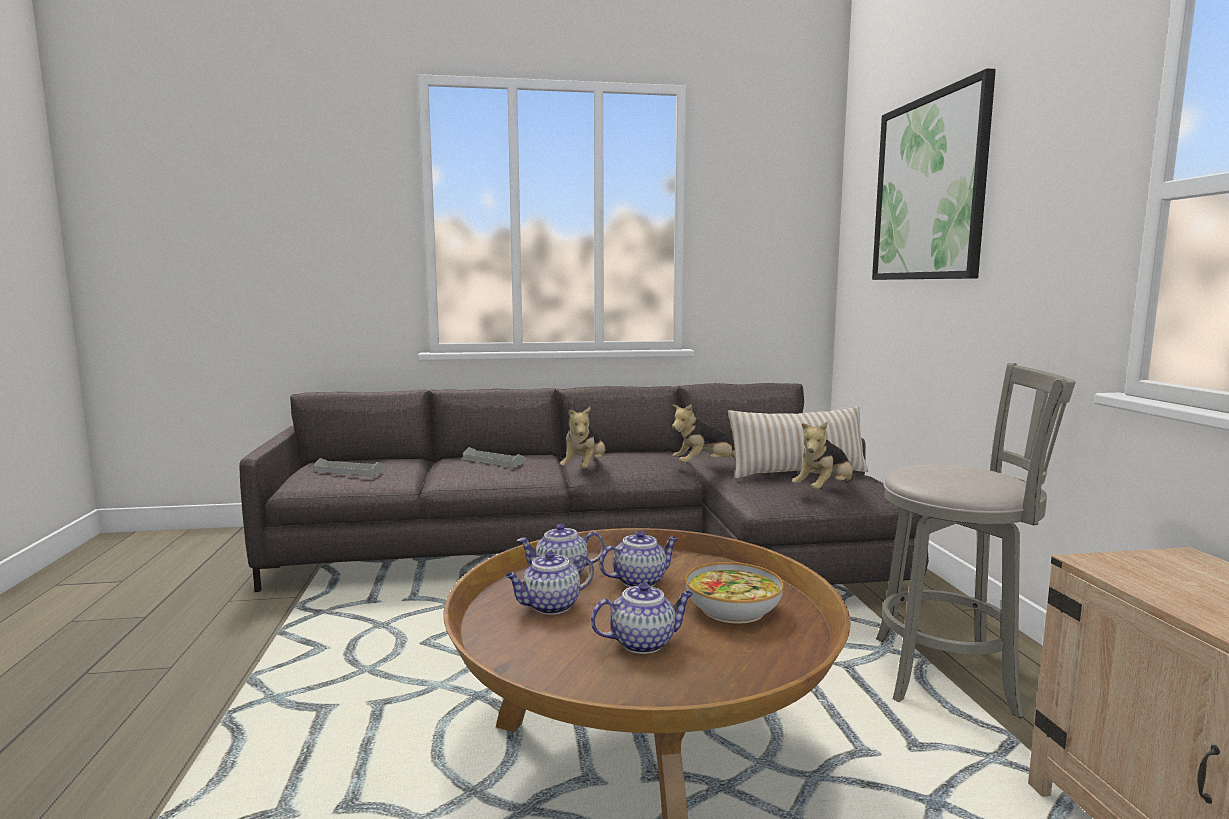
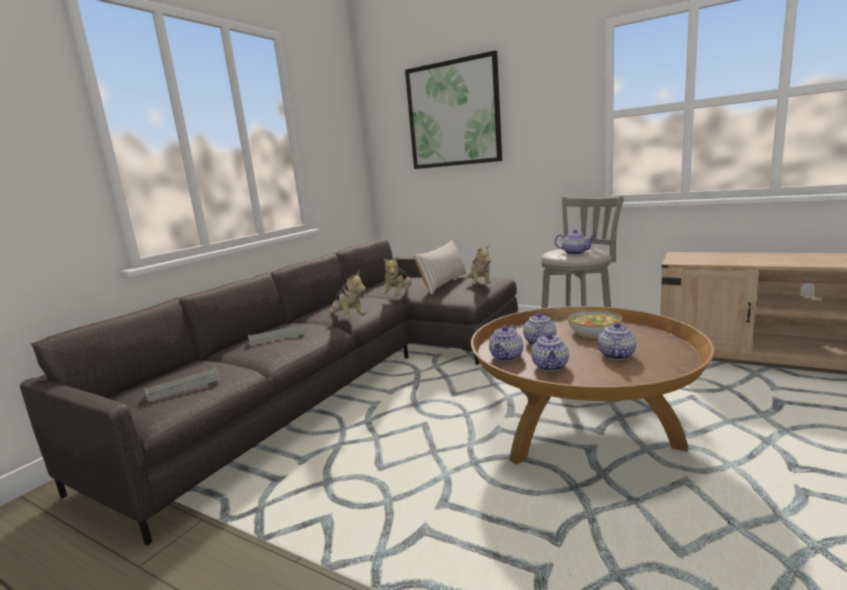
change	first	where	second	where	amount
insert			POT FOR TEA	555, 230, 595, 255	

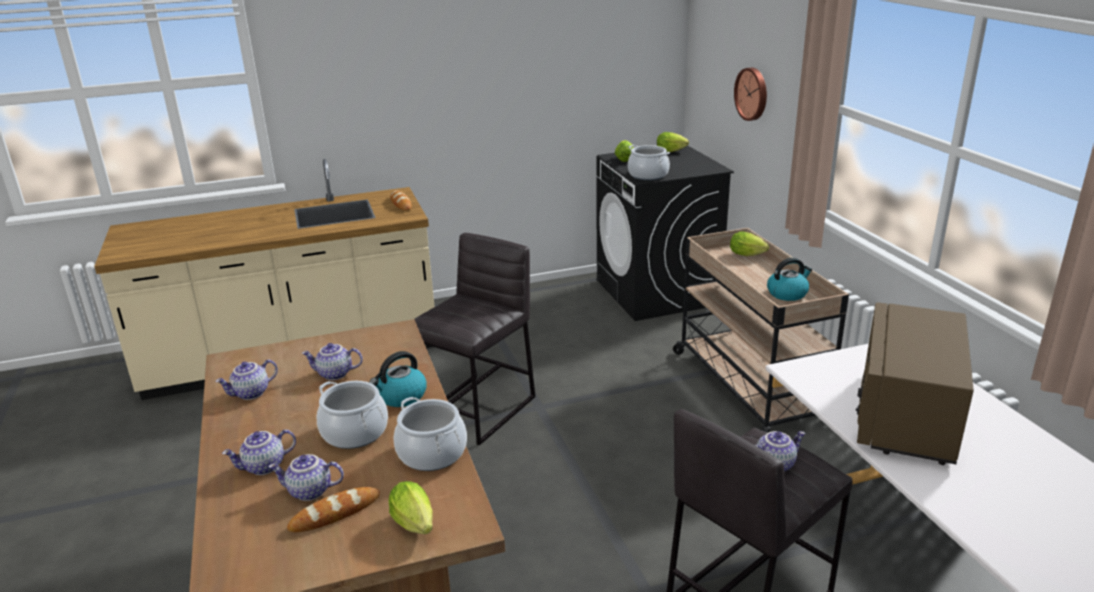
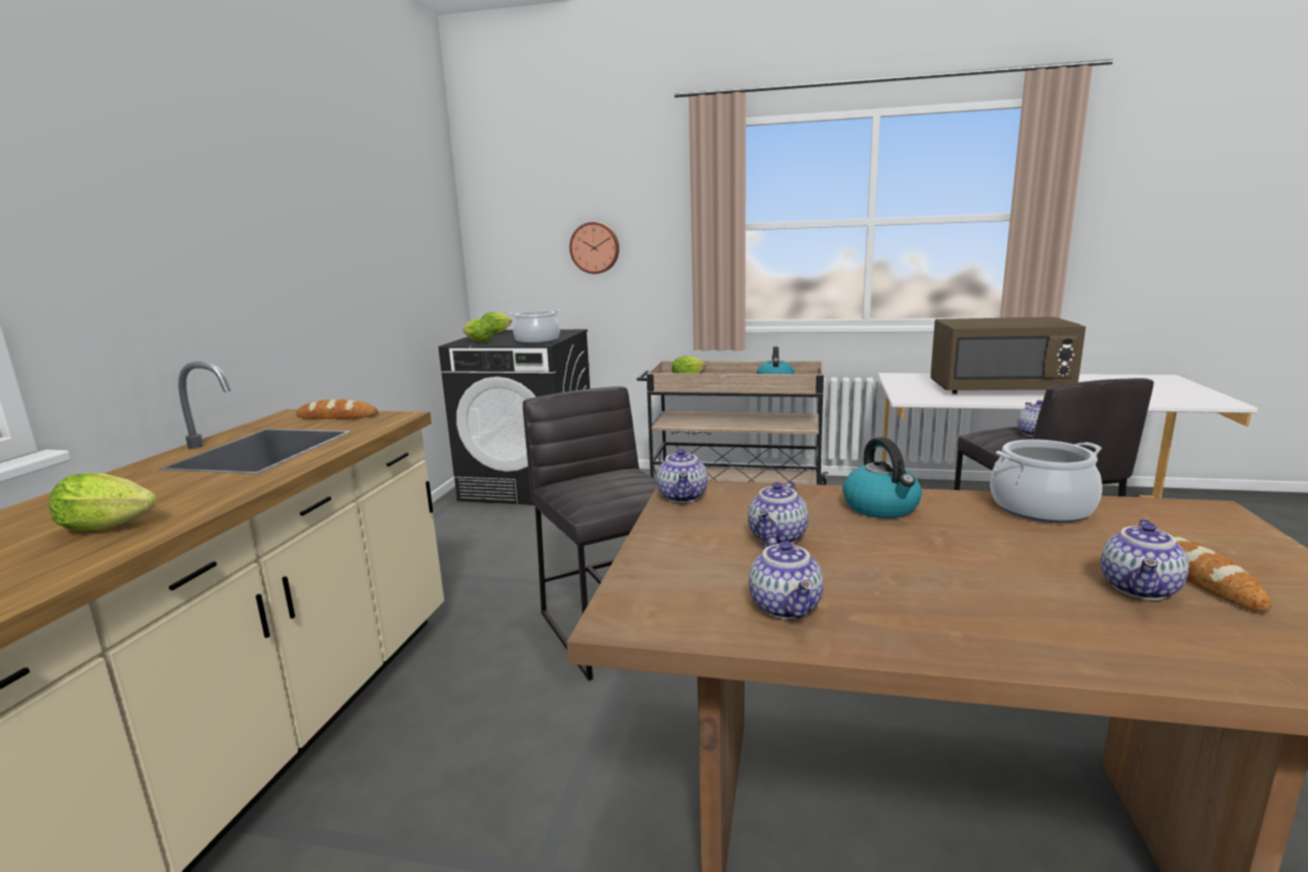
change	first	where	second	where	amount
move	LETTUCE HEAD	389, 481, 433, 534		49, 473, 157, 531	
move	POT FOR TEA	222, 430, 296, 475		657, 448, 708, 503	
rotate	BROWNISH KITCHEN MICROWAVE	856, 302, 974, 465		931, 317, 1086, 394	45 degrees counterclockwise
delete	STOCKPOT	317, 381, 388, 449			

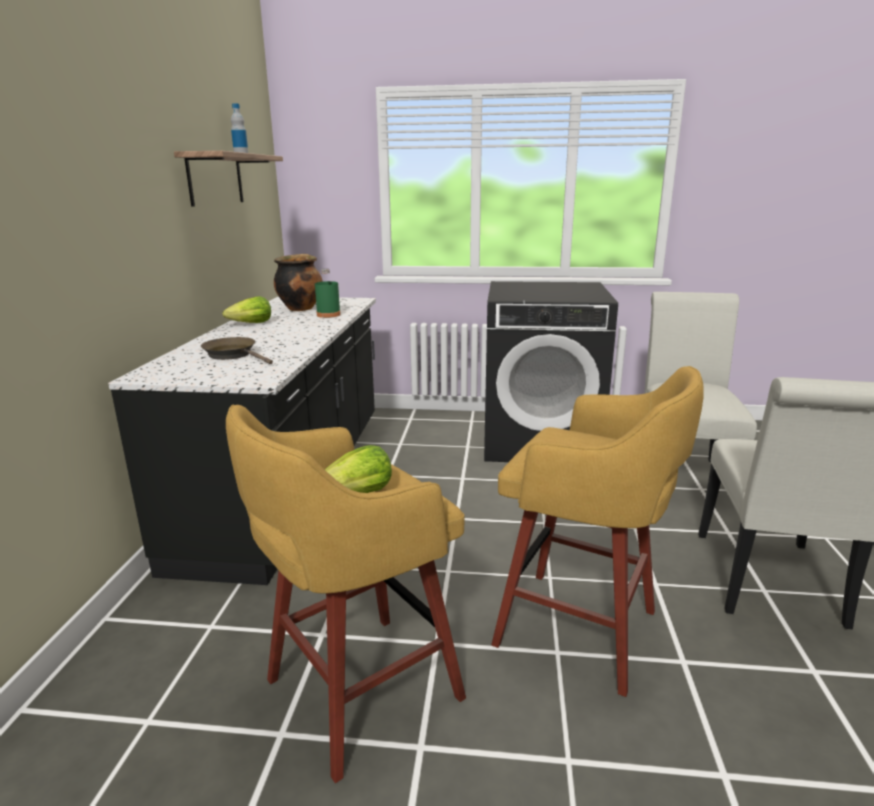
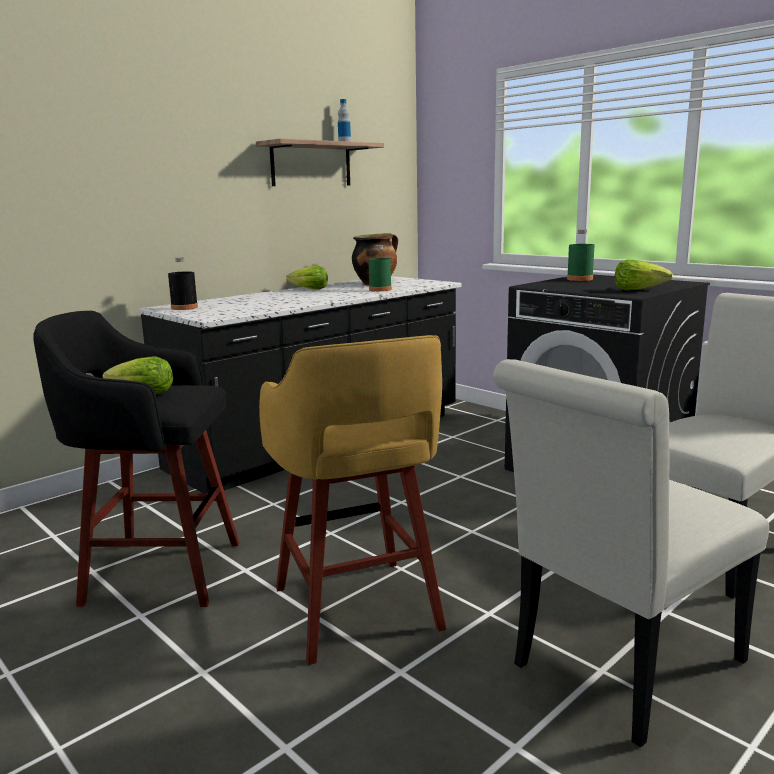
change	first	where	second	where	amount
recolor	YELLOWISH STOOL SEAT	226, 405, 466, 783	BLACK-COLOURED STOOL SEAT	34, 311, 239, 607	
insert			BLACK-COLOURED DRINK BOTTLE	168, 257, 198, 310	
insert			GREENISH DRINK BOTTLE	567, 229, 595, 281	
insert			LETTUCE HEAD	615, 260, 673, 290	
delete	BROWNISH FRYING PAN	201, 337, 273, 364			

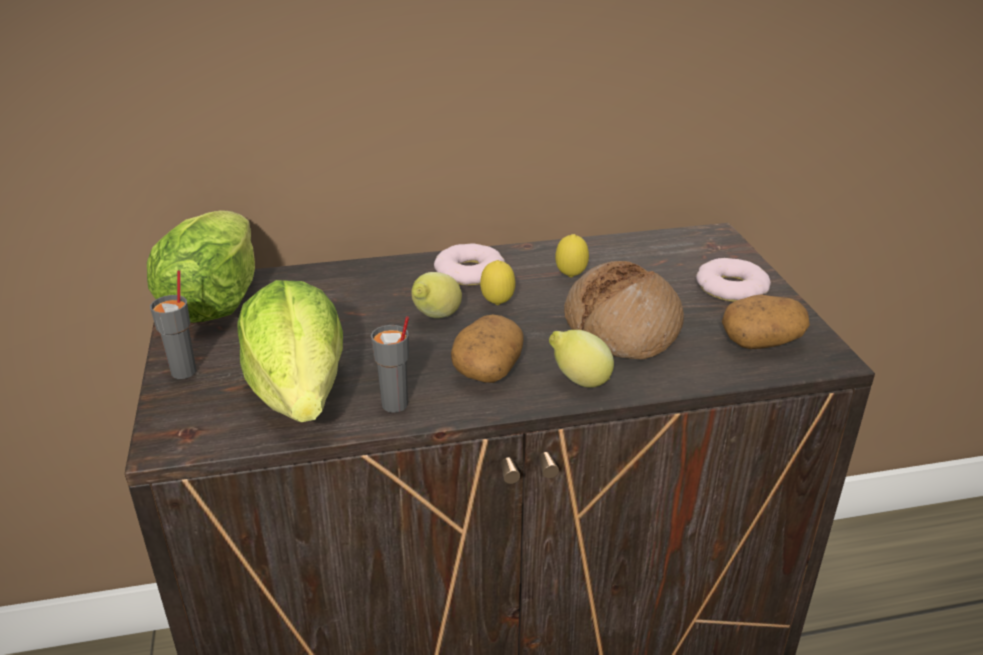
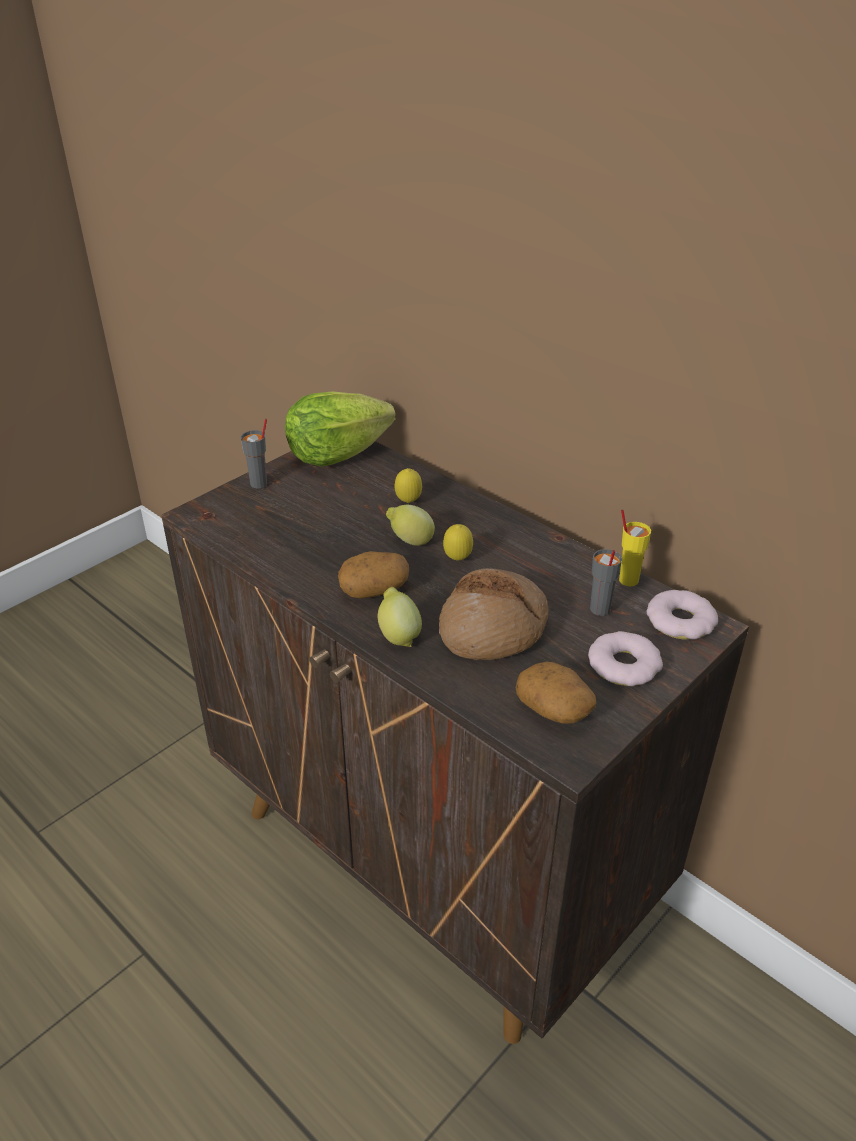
change	first	where	second	where	amount
move	CITRUS FRUIT	555, 234, 589, 278		395, 468, 422, 503	
move	GRAY DRINKING CUP	371, 316, 409, 413		590, 549, 622, 616	
insert			YELLOWISH DRINKING CUP	619, 510, 651, 586	
move	DOUGHNUT	434, 243, 505, 286		647, 590, 718, 640	
delete	LETTUCE HEAD	238, 280, 343, 422			

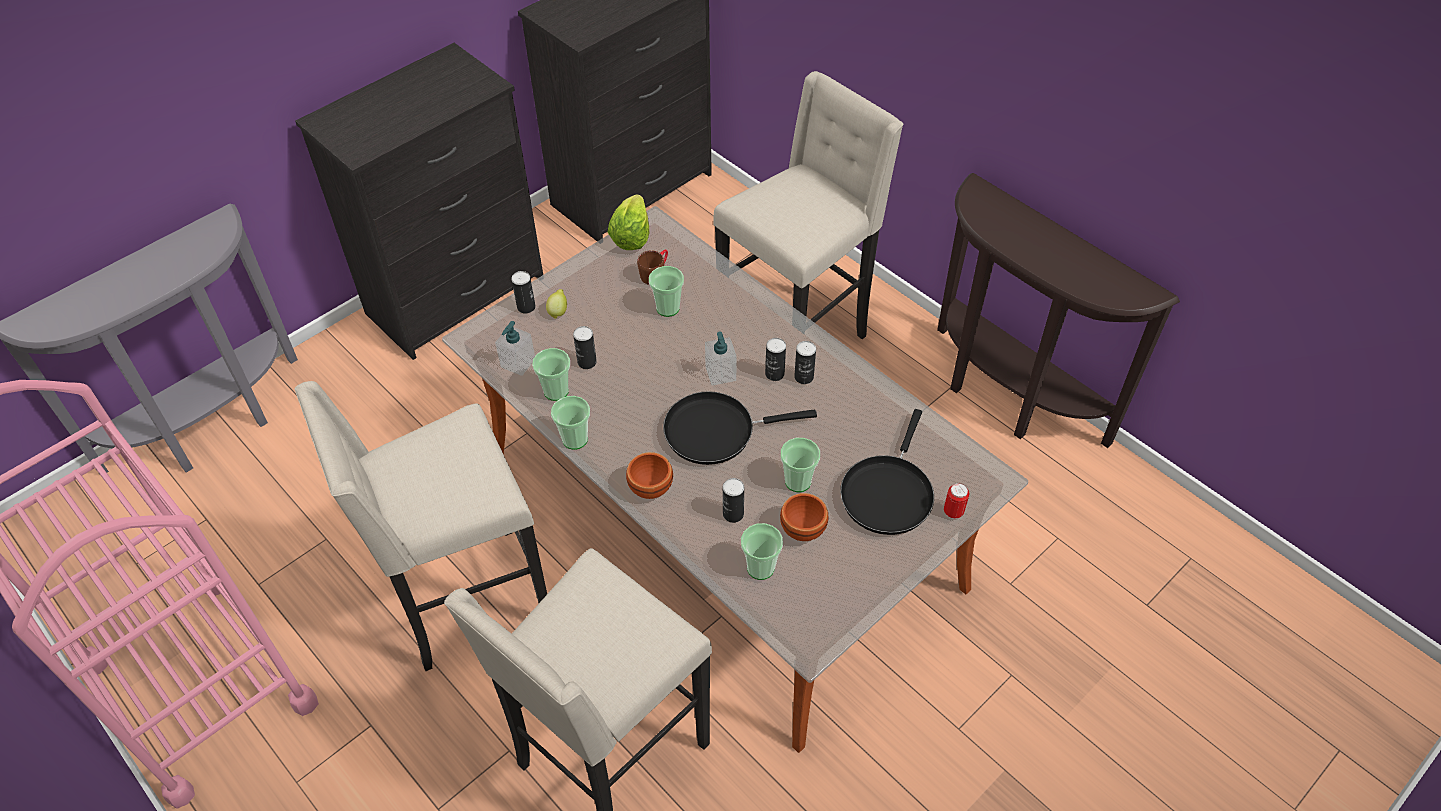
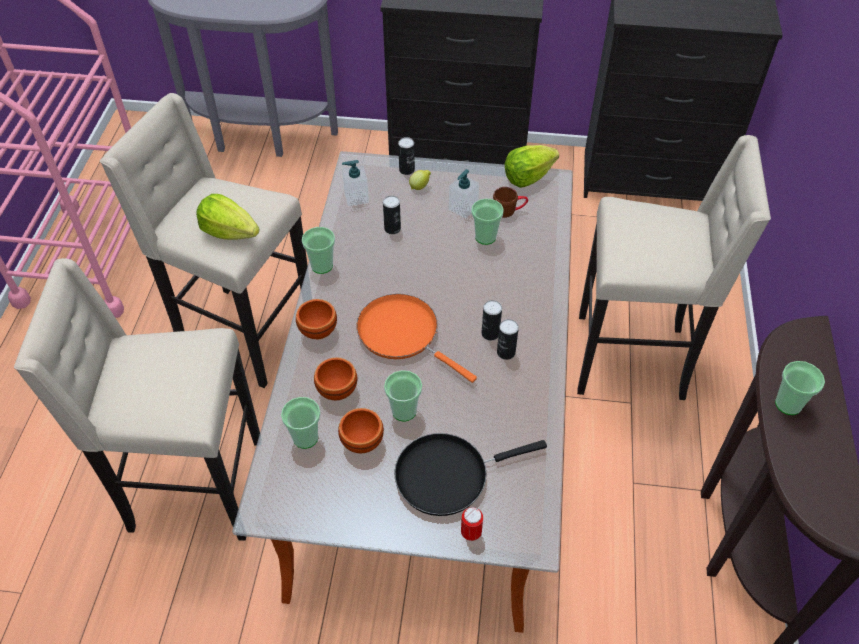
change	first	where	second	where	amount
insert			LETTUCE HEAD	196, 194, 260, 240	
replace	SEALED CAN	723, 478, 744, 523	BROWNISH BOWL	314, 357, 357, 400	
recolor	BLACK-COLOURED FRYING PAN	663, 391, 817, 465	ORANGEY FRYING PAN	357, 294, 477, 383	
move	SOAP BOTTLE	705, 331, 737, 386		449, 169, 479, 218	
move	DRINKING CUP	532, 348, 570, 401		775, 361, 825, 415	

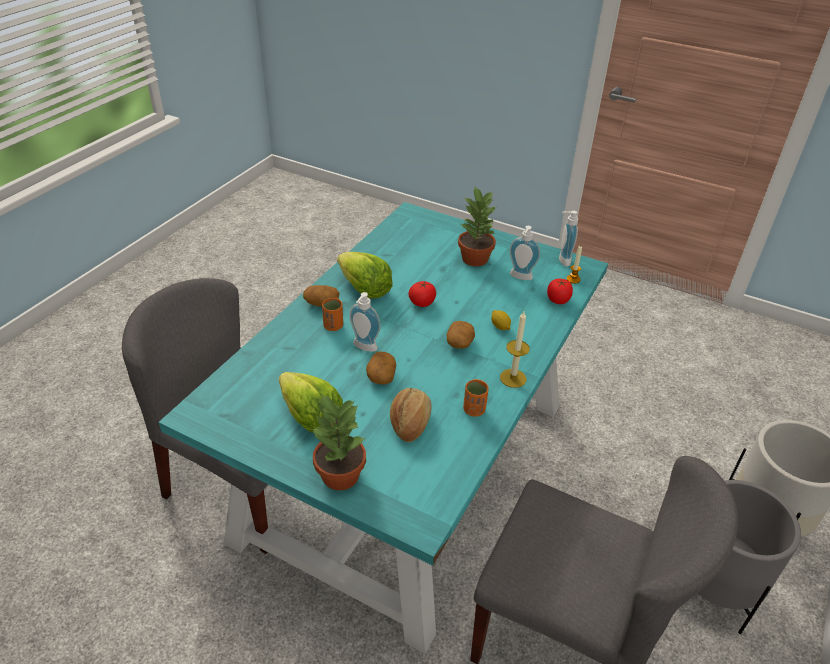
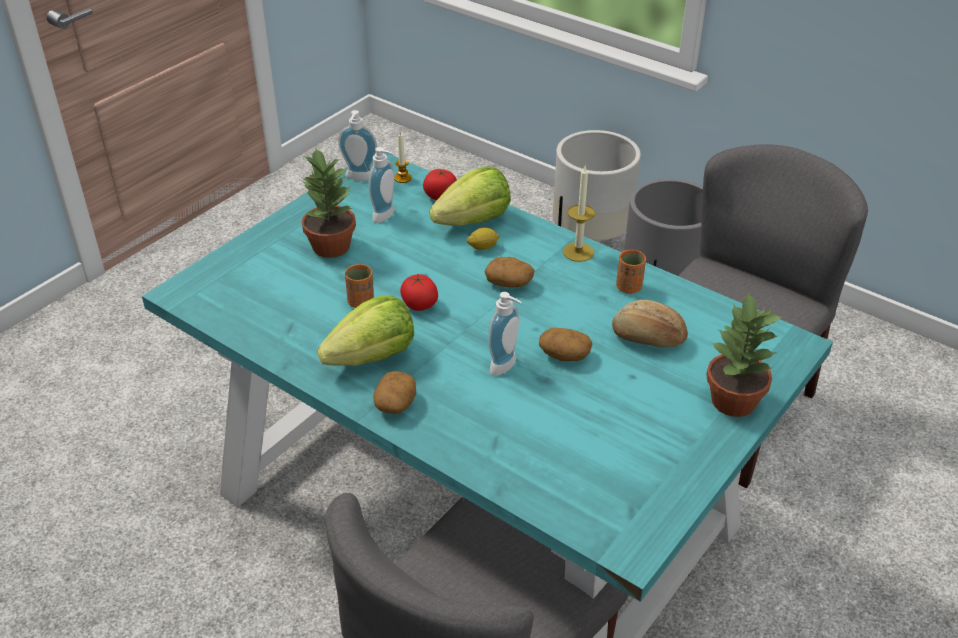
change	first	where	second	where	amount
move	ORANGEY DRINKING CUP	322, 298, 343, 331		345, 264, 374, 308	
move	LETTUCE HEAD	279, 372, 343, 433		430, 167, 511, 226	

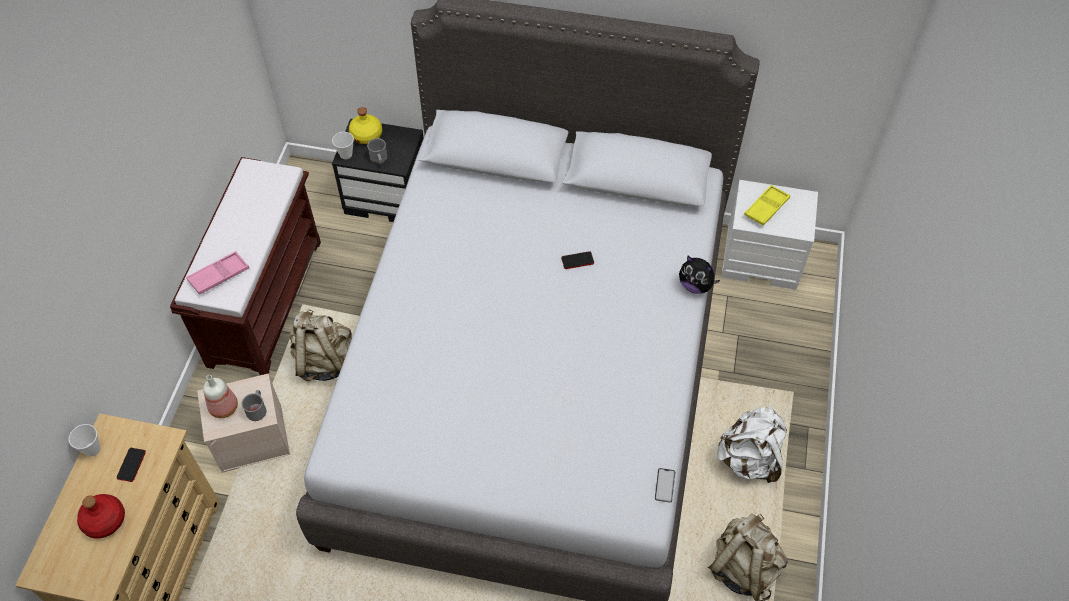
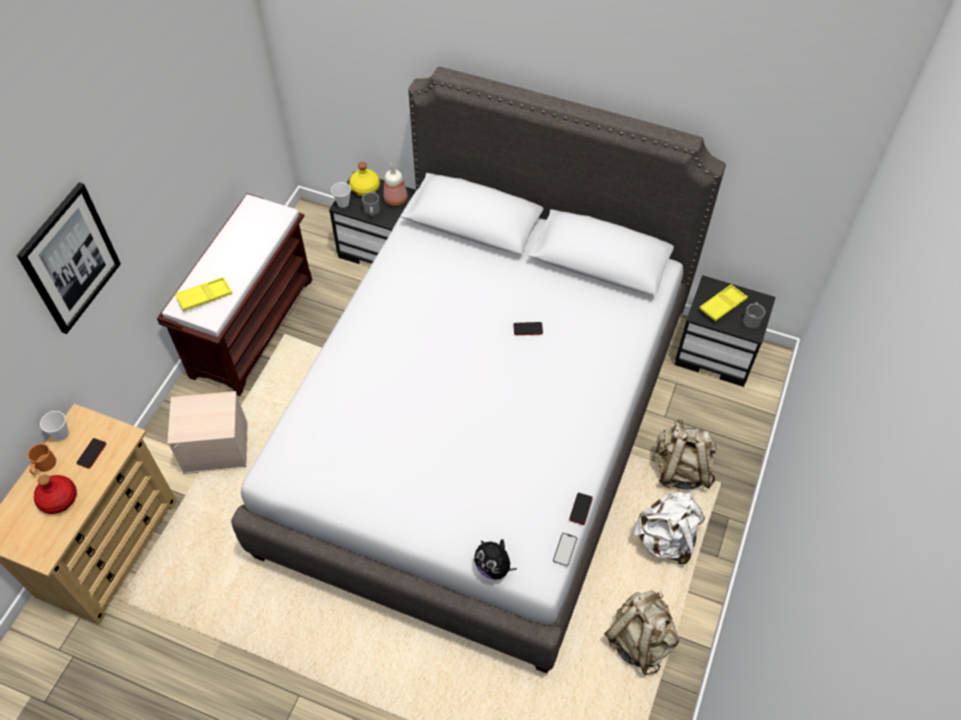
change	first	where	second	where	amount
insert			WALL PICTURE	17, 182, 121, 334	
insert			ORANGEY COFFEE MUG	27, 443, 56, 475	
recolor	PINK SERVING TRAY	186, 251, 249, 295	YELLOWISH SERVING TRAY	175, 277, 232, 311	
move	DRINK BOTTLE	203, 375, 238, 418		383, 163, 407, 206	
move	SOFT TOY	679, 255, 720, 294		474, 540, 517, 580	
insert			HANDSET	569, 493, 593, 525	
move	SAND-COLOURED BACKPACK	289, 309, 352, 381		654, 419, 716, 490	
recolor	WHITE-COLOURED NIGHT TABLE	722, 180, 818, 290	BLACK-COLOURED NIGHT TABLE	674, 275, 776, 387	
move	GRAY COFFEE MUG	241, 390, 267, 421		743, 302, 765, 328	

